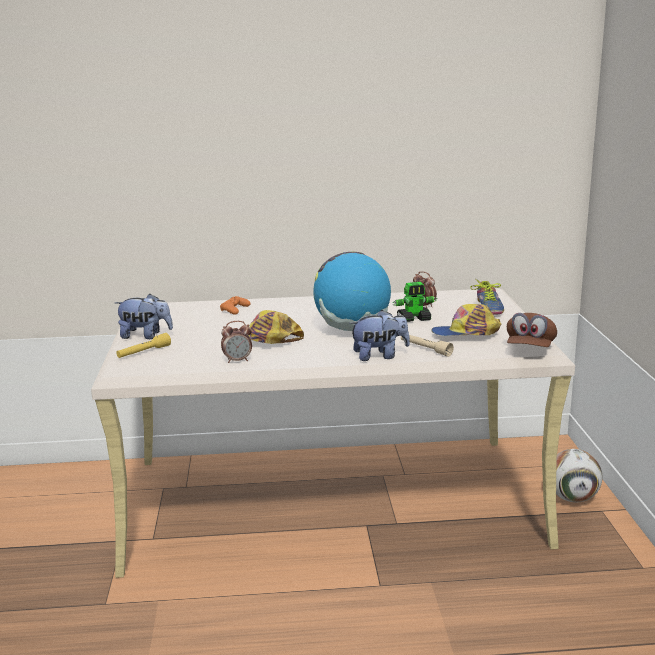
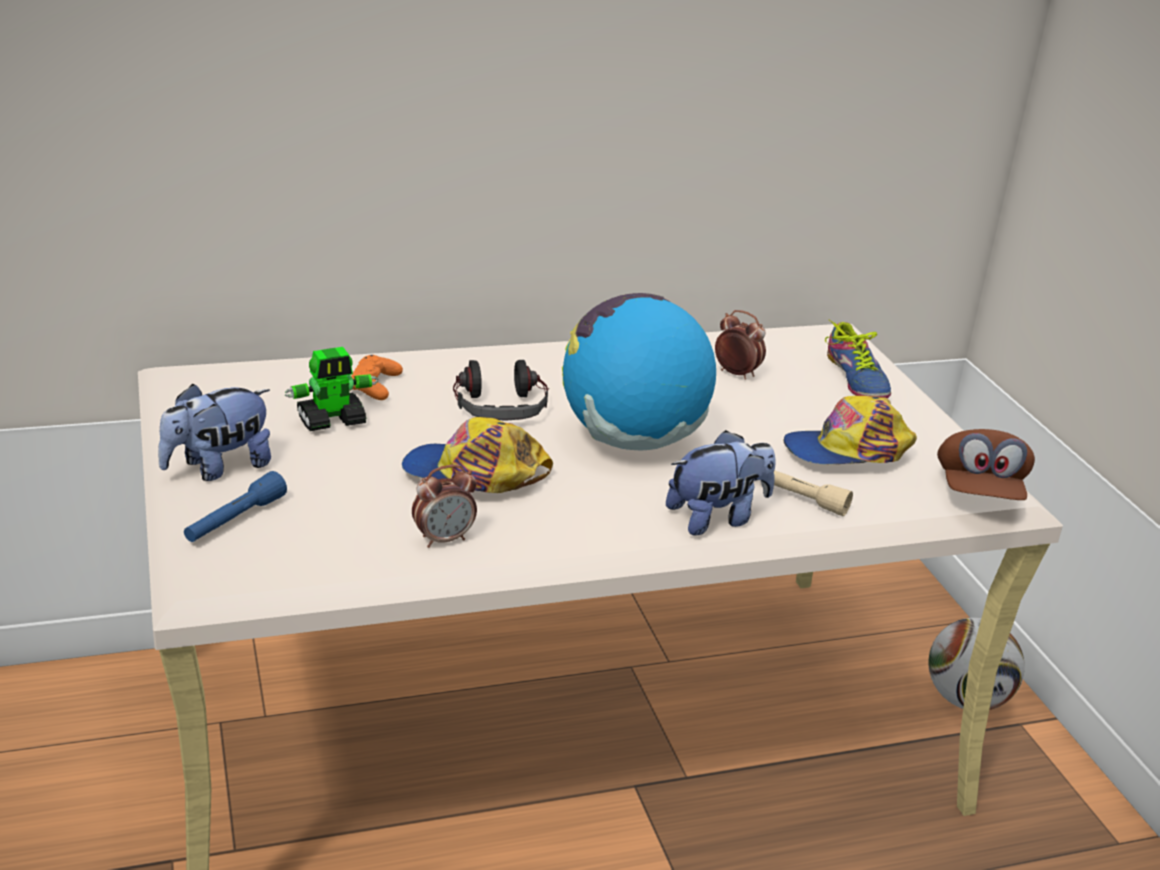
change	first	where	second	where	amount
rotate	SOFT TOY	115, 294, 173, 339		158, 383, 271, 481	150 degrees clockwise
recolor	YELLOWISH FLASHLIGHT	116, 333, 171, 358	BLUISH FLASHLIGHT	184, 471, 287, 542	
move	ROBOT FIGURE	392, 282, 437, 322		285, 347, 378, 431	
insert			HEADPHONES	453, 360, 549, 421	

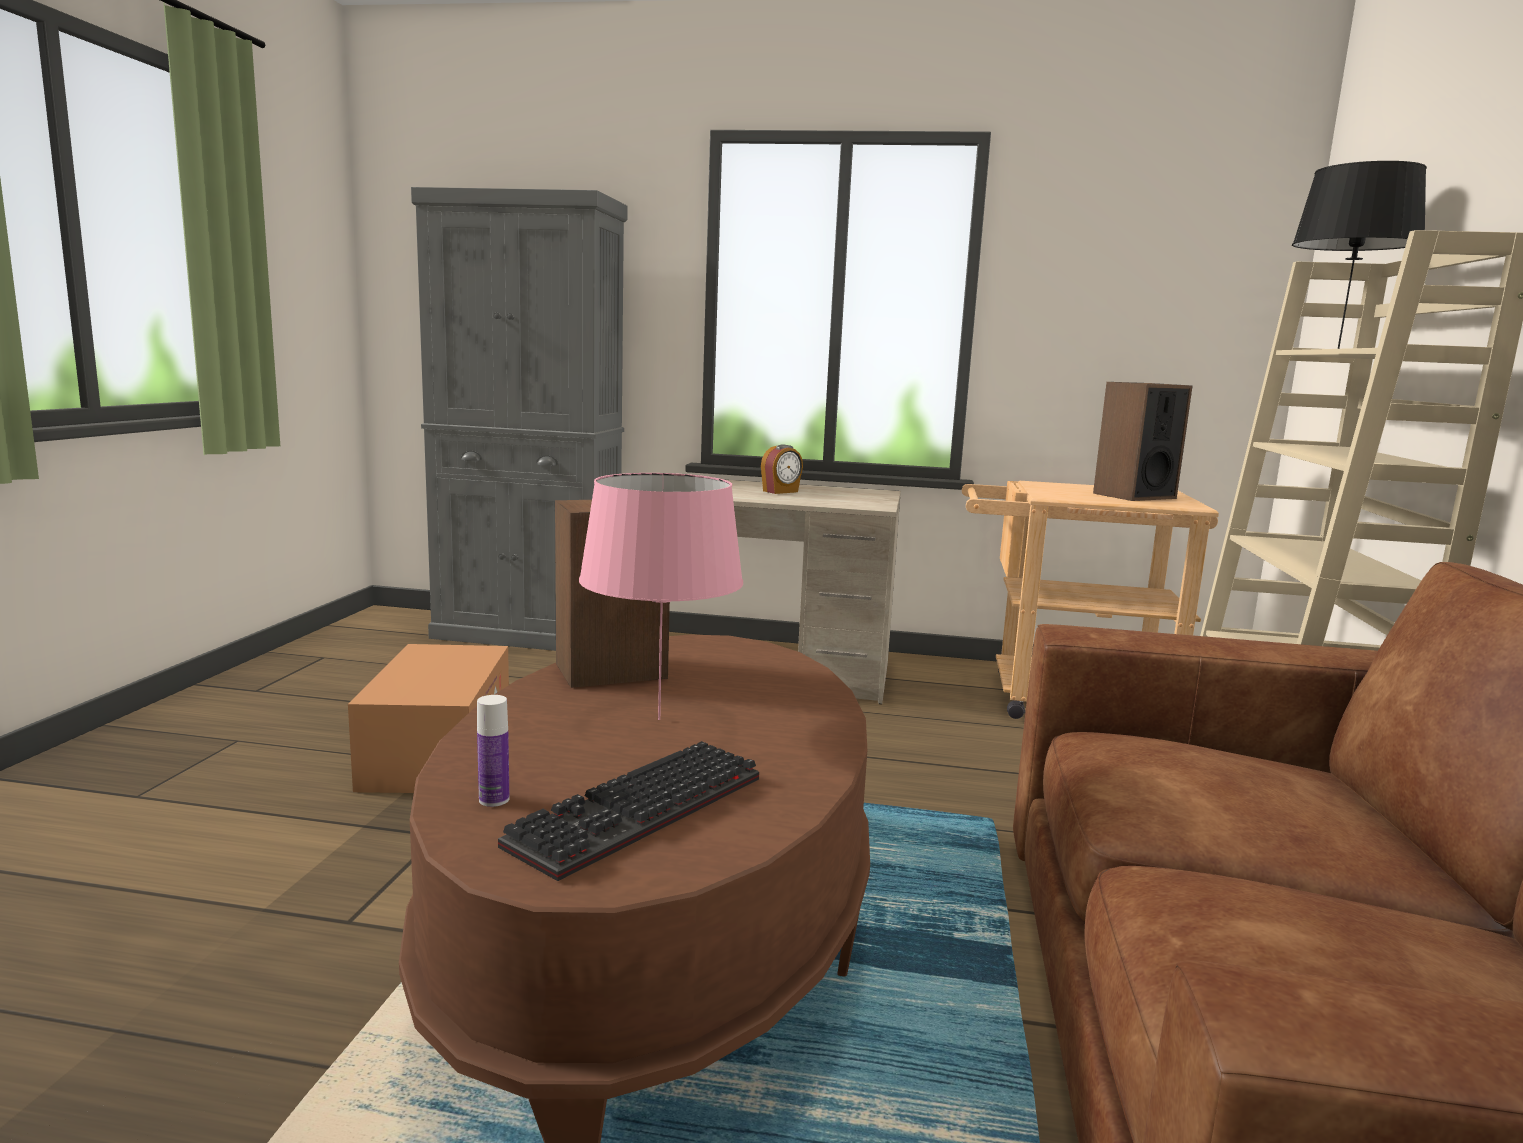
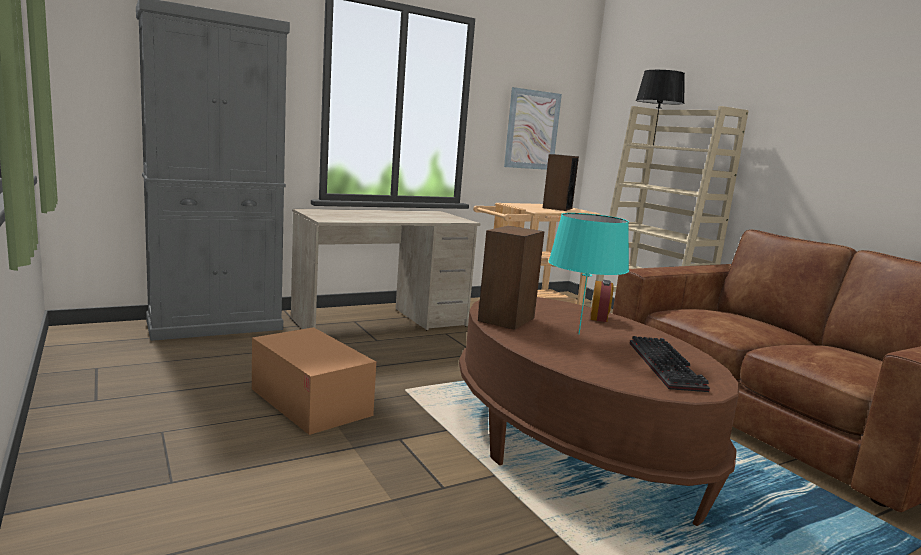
change	first	where	second	where	amount
insert			WALL PICTURE	504, 87, 562, 170	
recolor	PINK LAMP FOR A TABLE	579, 473, 743, 720	TURQUOISE LAMP FOR A TABLE	548, 213, 629, 334	
move	ALARM CLOCK	761, 444, 803, 494		591, 280, 614, 322	
delete	DRINK BOTTLE	477, 695, 509, 807			

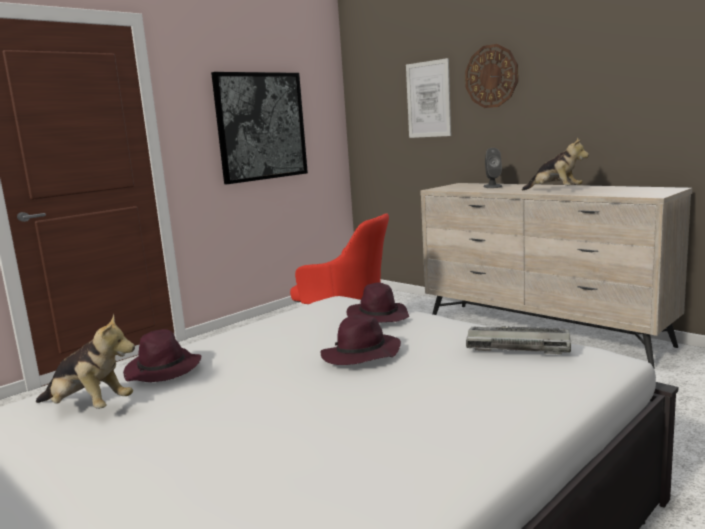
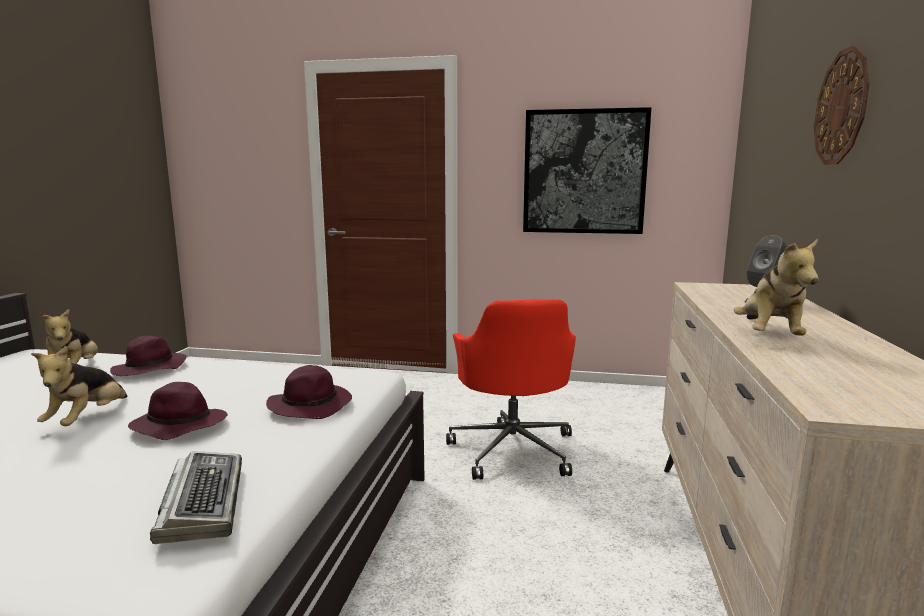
change	first	where	second	where	amount
insert			SOFT TOY	31, 346, 127, 426	
delete	WALL PICTURE	406, 58, 451, 138			

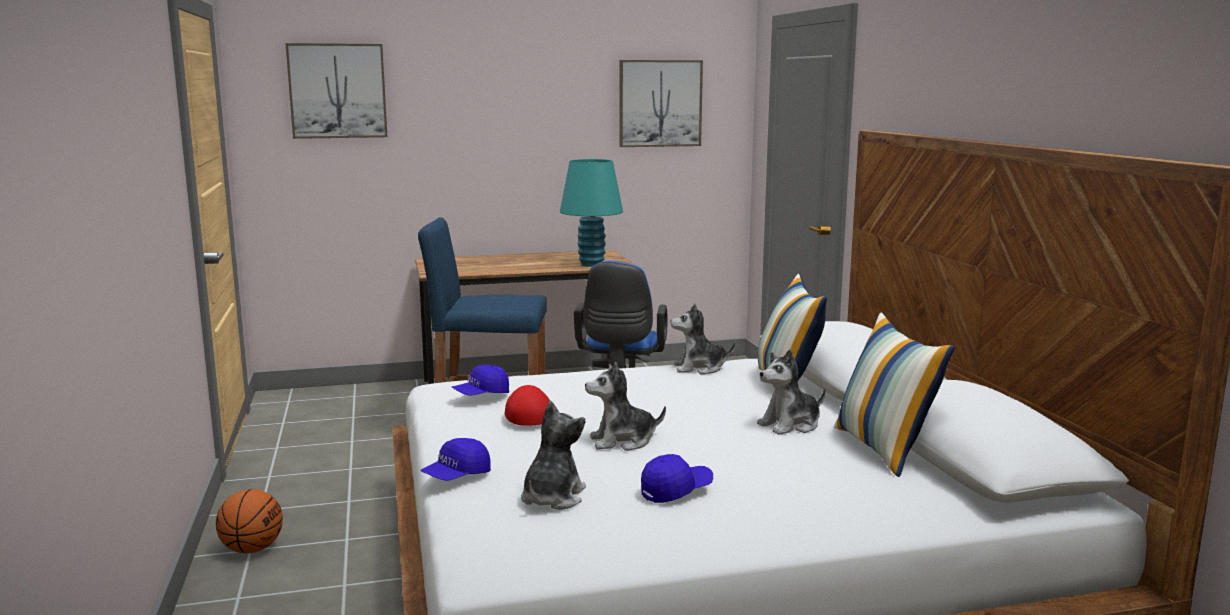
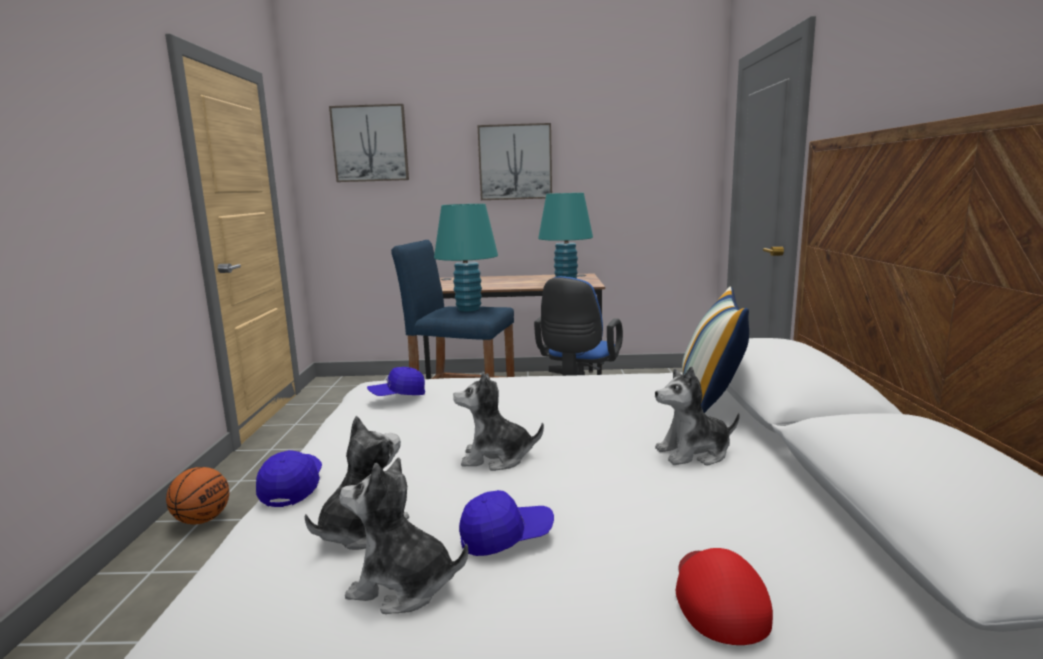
change	first	where	second	where	amount
rotate	BLUISH CAP	421, 438, 491, 481		256, 450, 322, 507	120 degrees clockwise
move	SOFT TOY	670, 303, 736, 374		339, 457, 468, 614	
insert			TURQUOISE LAMP FOR A TABLE	434, 204, 498, 312	
move	WALL PICTURE	619, 60, 703, 147		477, 123, 552, 200	
move	RED-COLOURED CAP	505, 385, 550, 426		676, 548, 773, 645	
delete	THROW PILLOW	834, 313, 955, 477			

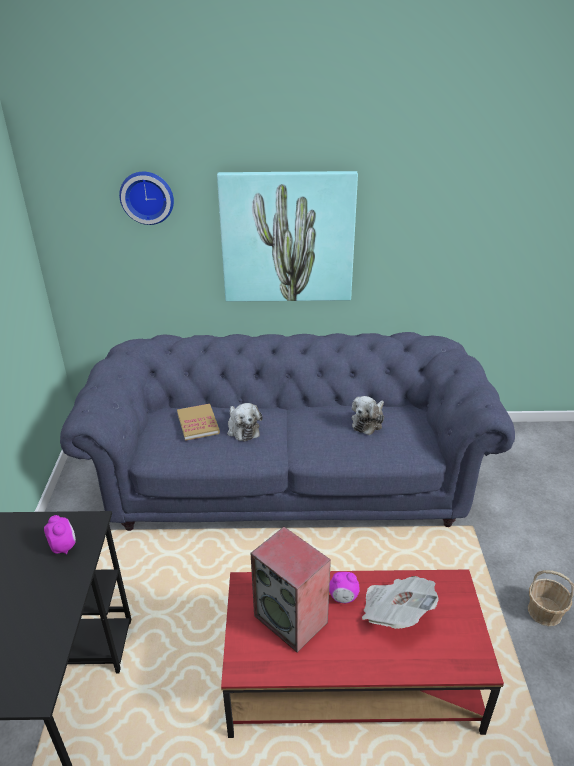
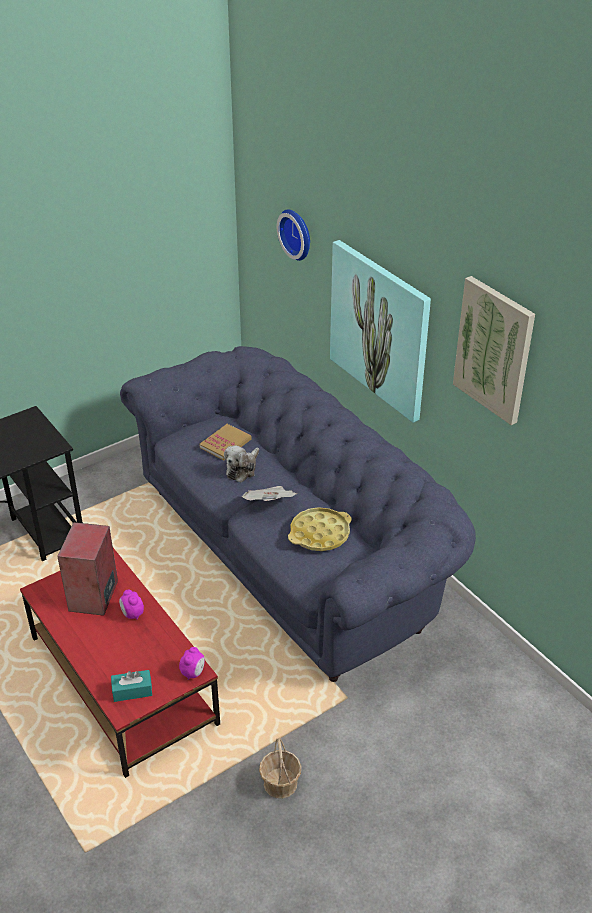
change	first	where	second	where	amount
insert			TURQUOISE BOX OF TISSUES	111, 670, 152, 702	
move	ALARM CLOCK	44, 515, 76, 554		179, 647, 205, 680	
move	DAILY PAPER	362, 576, 439, 629		242, 486, 297, 501	
replace	SOFT TOY	352, 396, 384, 435	YELLOWISH SERVING TRAY	288, 507, 352, 551	
insert			WALL PICTURE	453, 276, 535, 425	

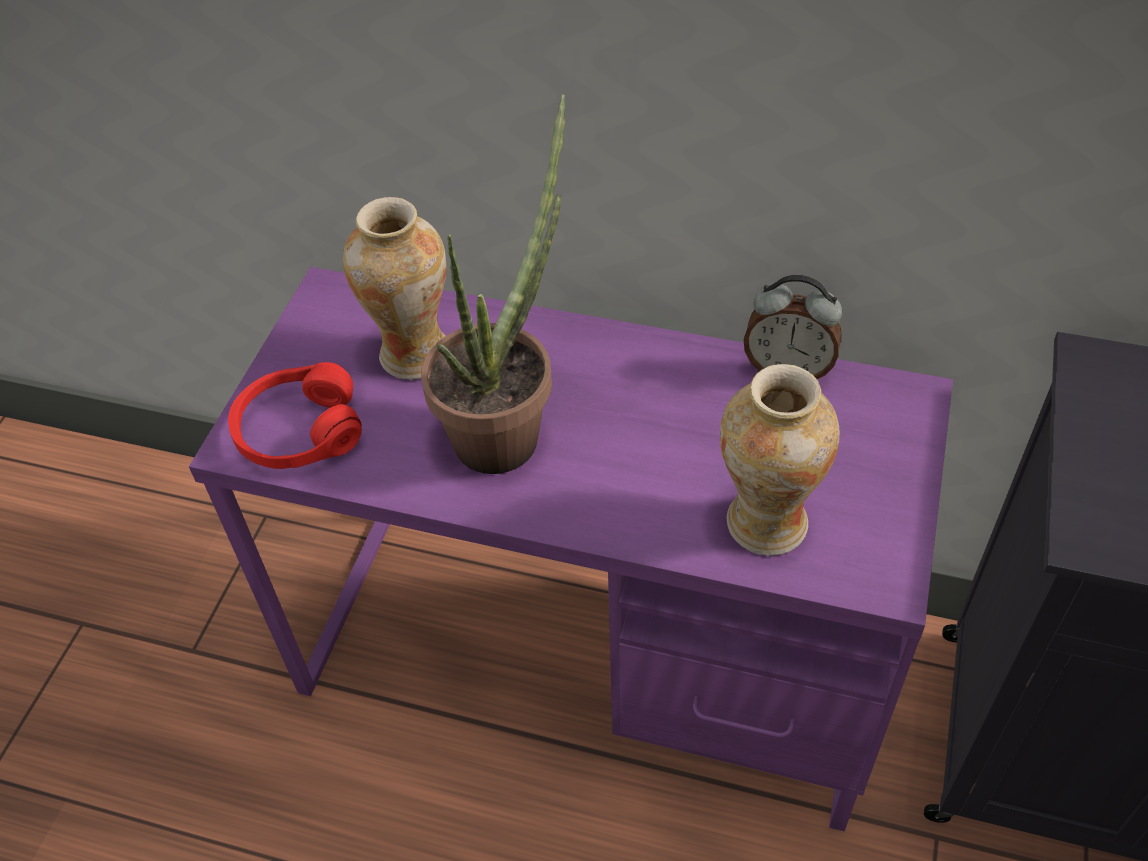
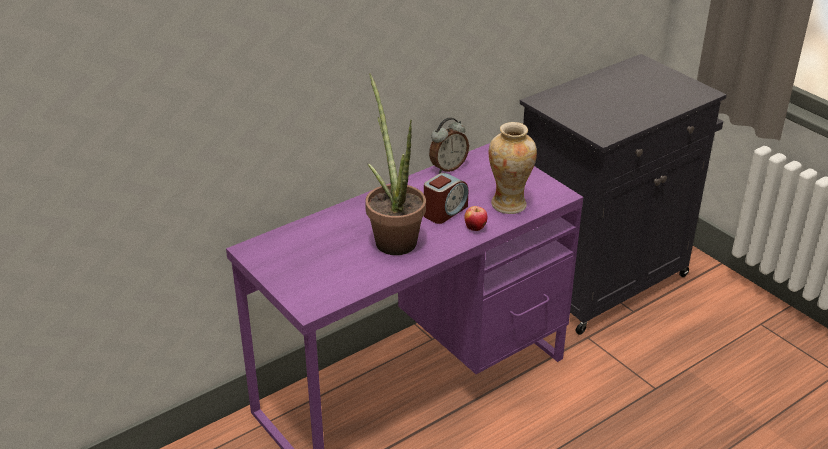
change	first	where	second	where	amount
insert			ALARM CLOCK	424, 173, 468, 224	
insert			APPLE	464, 206, 487, 231	
delete	RED-COLOURED HEADPHONES	228, 362, 362, 469			
delete	FLOWER VASE	343, 197, 446, 380			

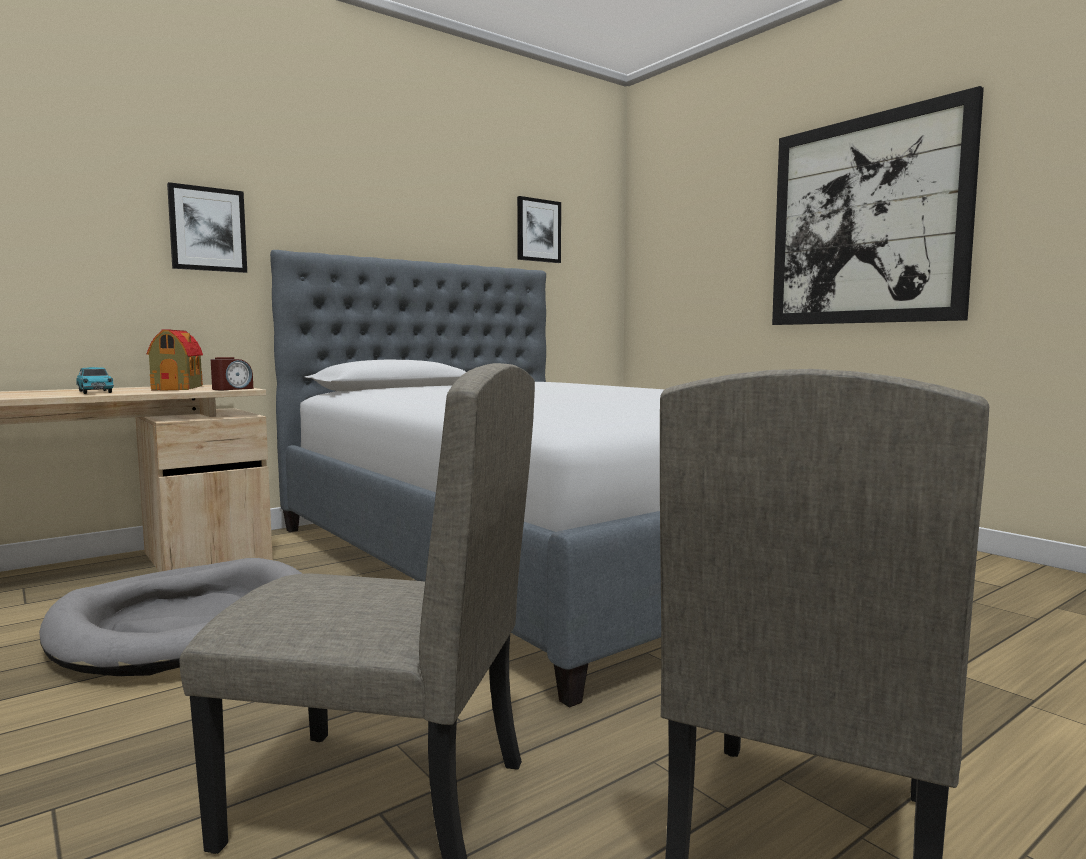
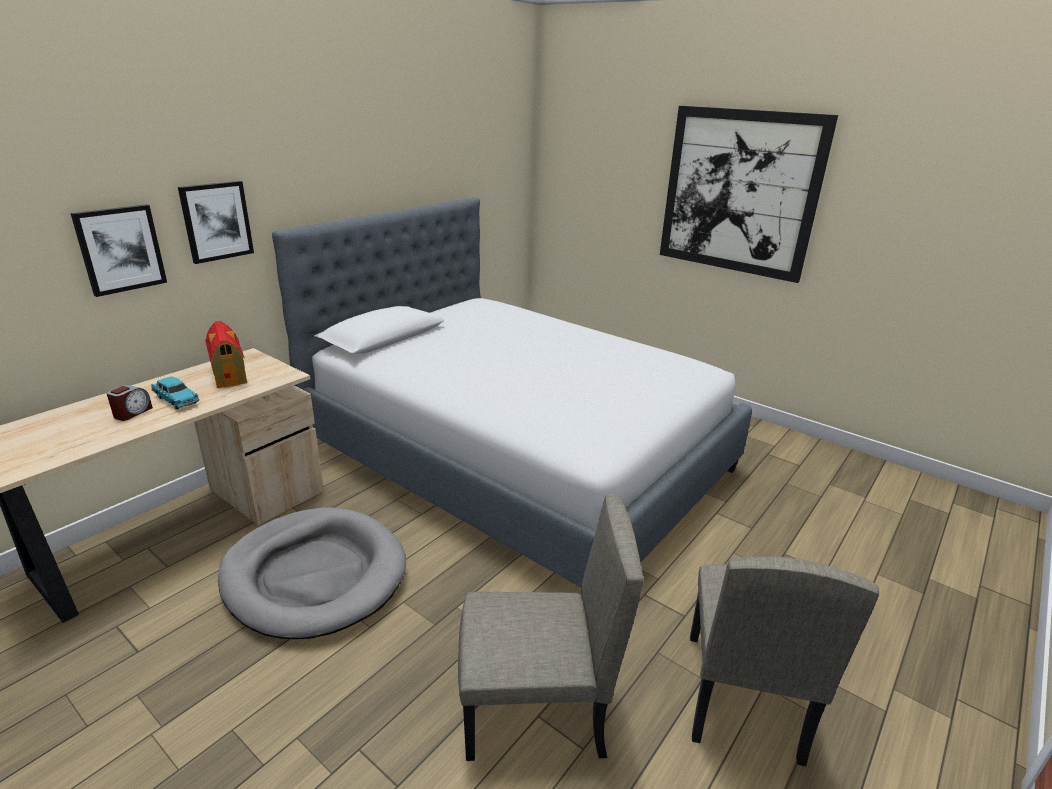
change	first	where	second	where	amount
move	WALL PICTURE	517, 196, 561, 263		70, 204, 167, 297	
move	ALARM CLOCK	211, 357, 253, 390		107, 385, 153, 421	

